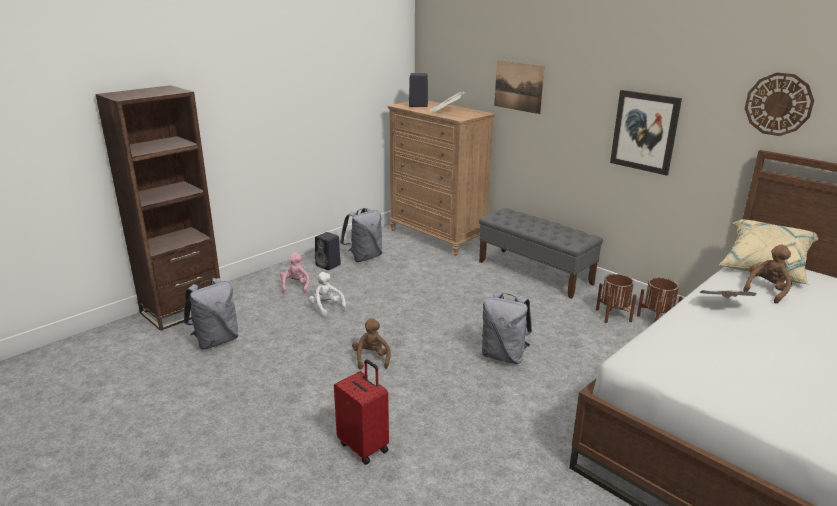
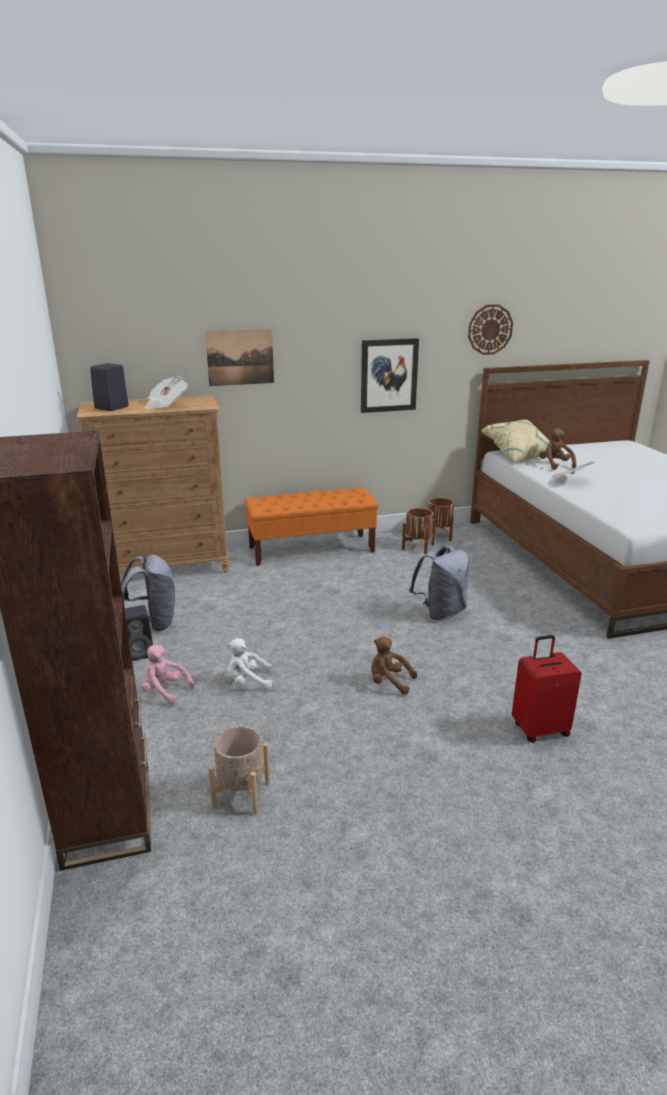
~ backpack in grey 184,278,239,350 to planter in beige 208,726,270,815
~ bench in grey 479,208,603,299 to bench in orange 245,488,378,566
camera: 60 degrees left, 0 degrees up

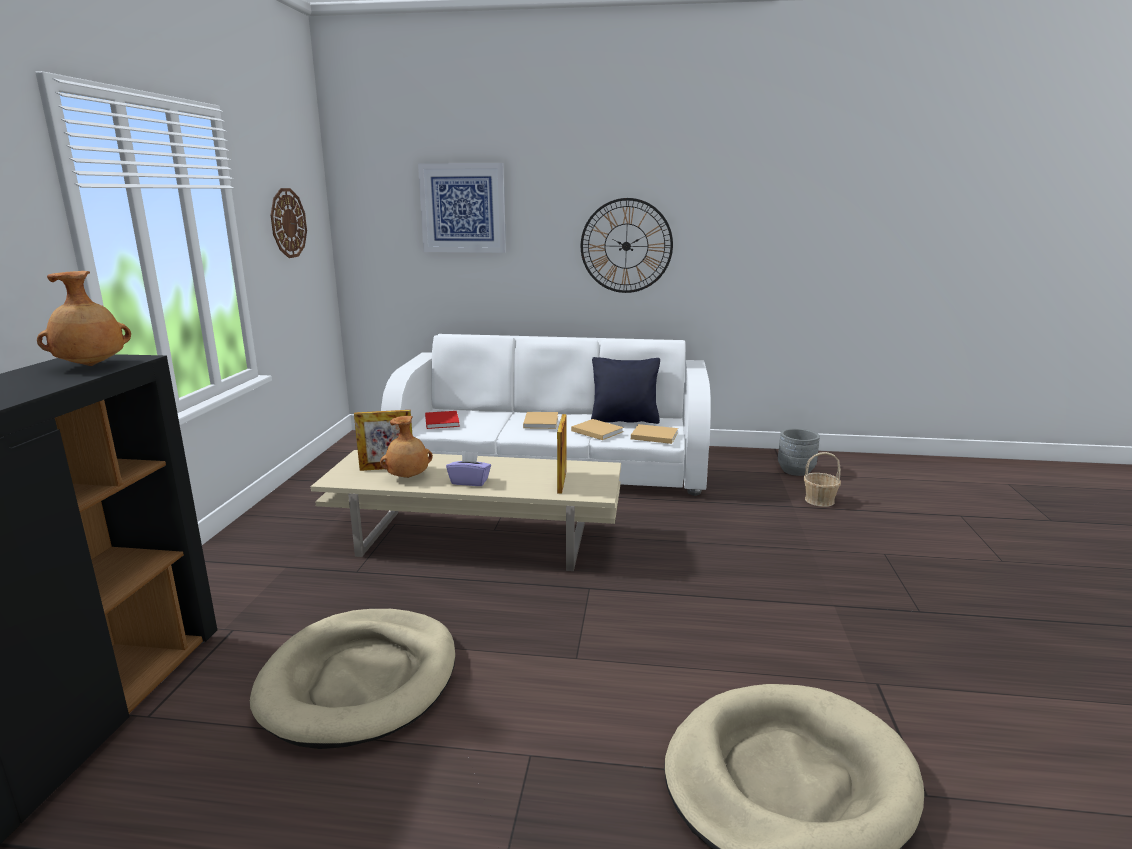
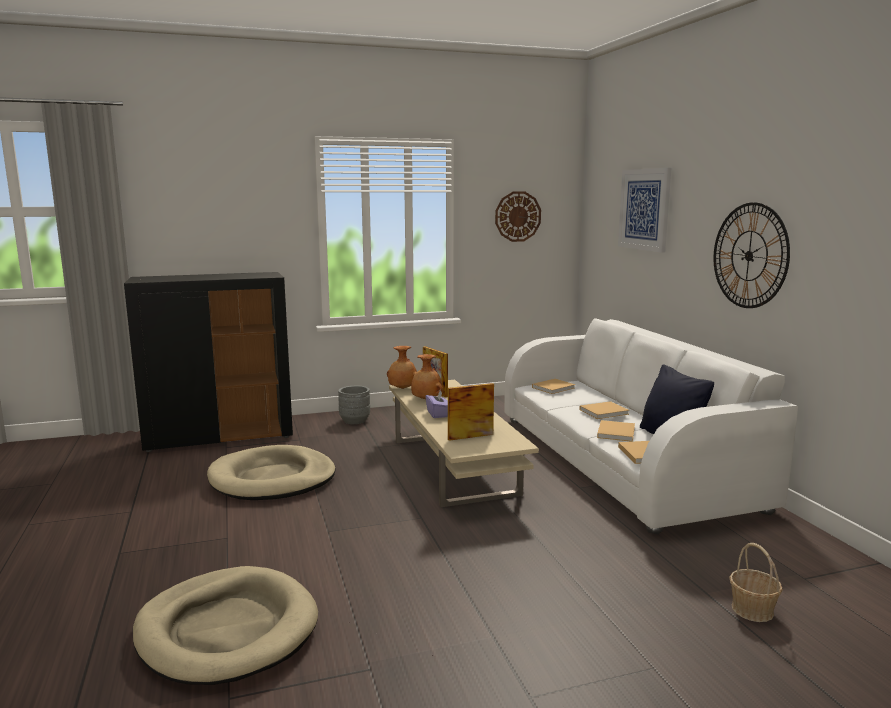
~ planter in grey 778,428,820,476 to 338,386,370,424
~ vase in brown 37,271,131,366 to 387,346,417,389
~ book in red 425,411,460,429 to book in beige 532,379,575,394
camera: 65 degrees right, 5 degrees down

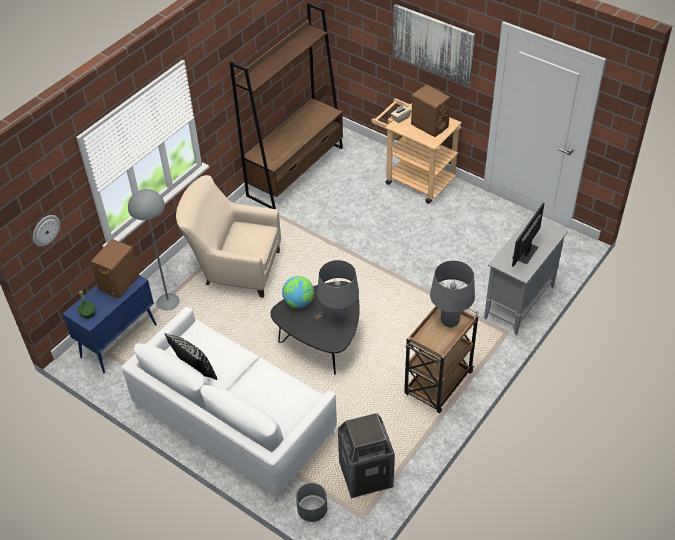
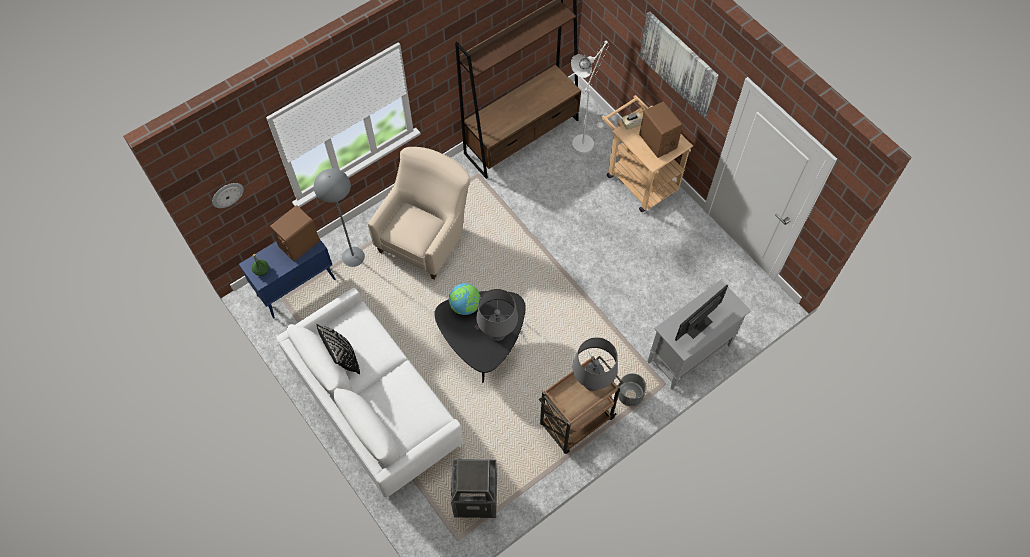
~ armchair in beige 176,175,281,298 = 368,147,470,280 90 degrees clockwise
+ floor lamp in white 571,40,609,153
~ planter in grey 296,483,327,522 to 618,373,647,406
camera: 15 degrees right, 15 degrees up

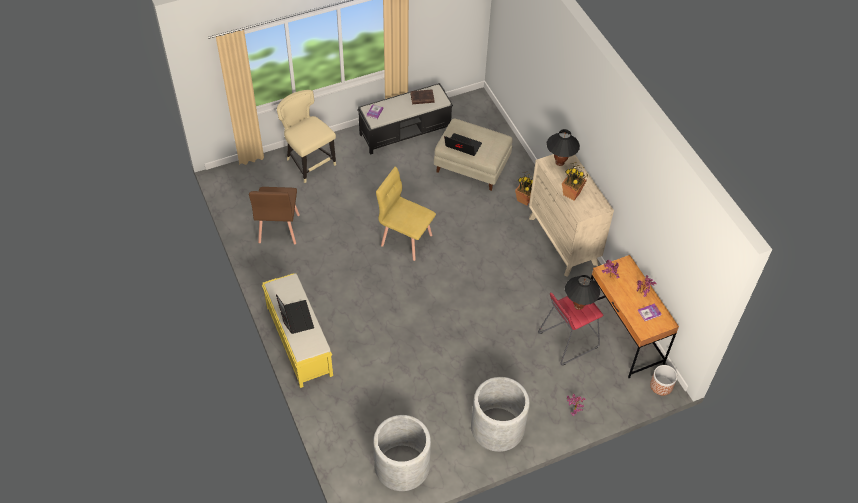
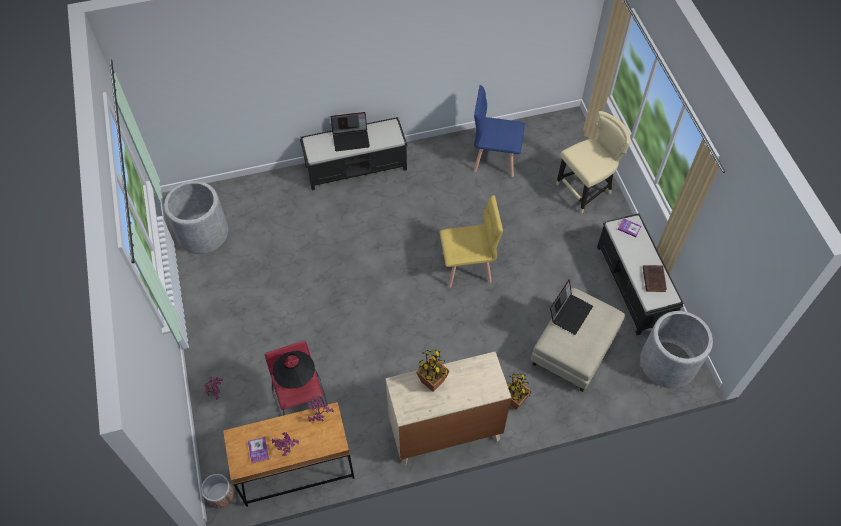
~ bench in yellow 262,273,333,388 to bench in black 300,117,408,190
~ chair in yellow 376,167,436,261 = 439,195,503,288 45 degrees clockwise
~ chair in brown 249,187,300,244 to chair in blue 474,85,525,177
~ planter in grey 471,377,530,452 to 640,311,713,388
- table lamp in black 546,129,580,166
camera: 100 degrees right, 5 degrees up

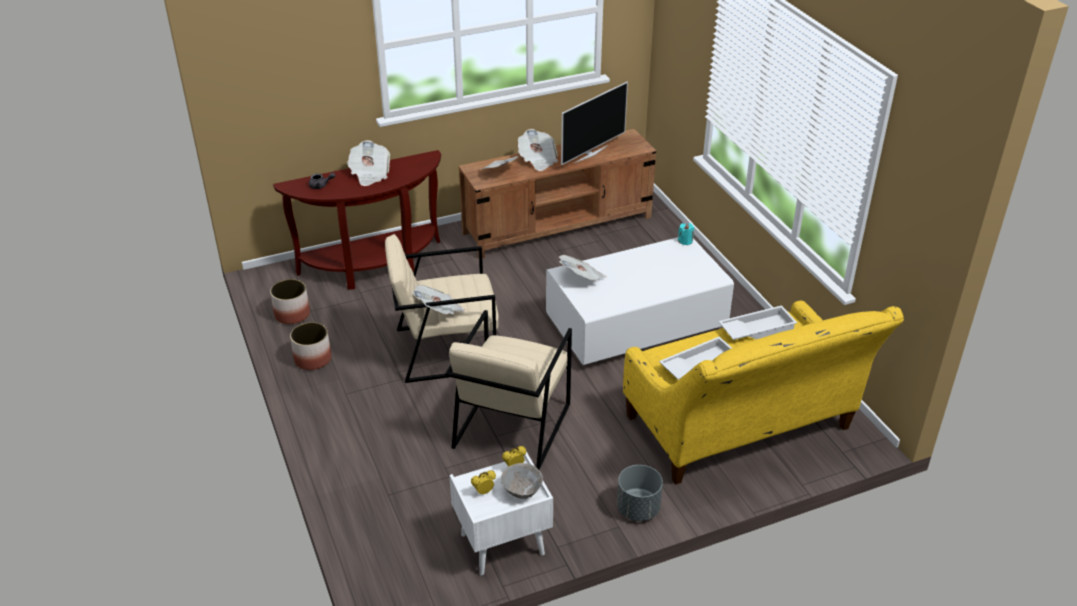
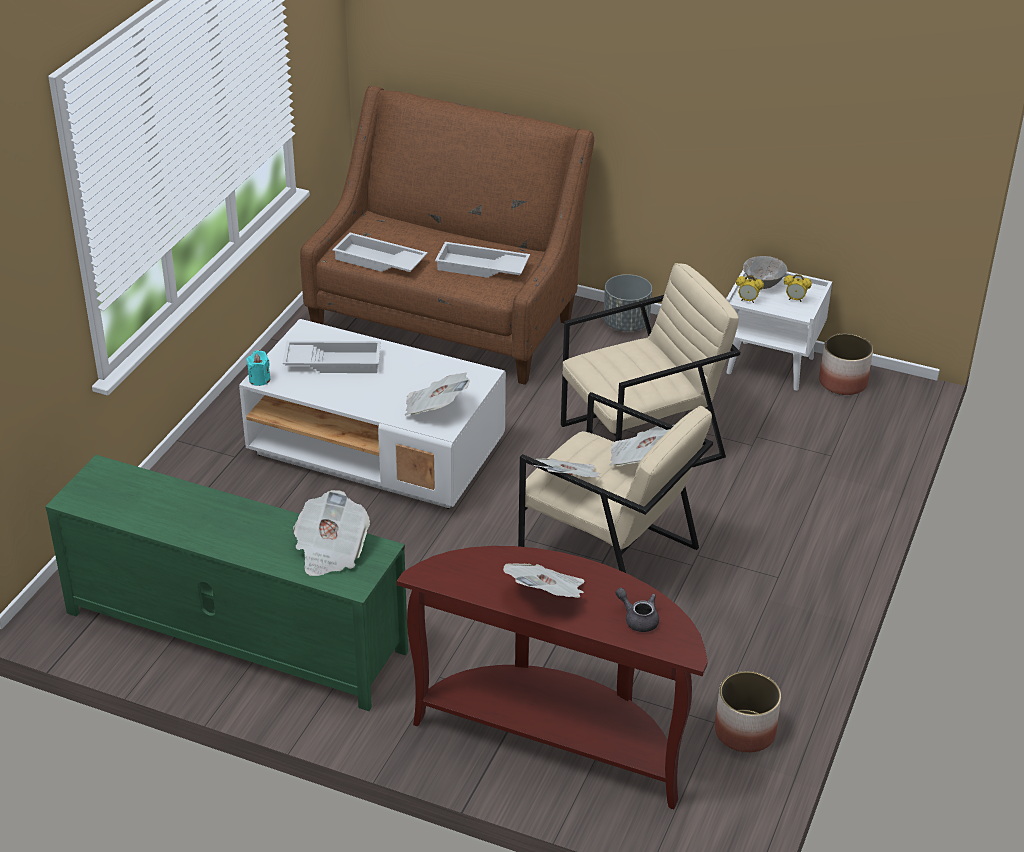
~ tv stand in brown 459,129,656,259 to tv stand in green 45,455,408,711
+ tray in white 283,341,381,373
~ sofa in yellow 623,301,904,485 to sofa in brown 300,86,594,385
~ newspaper 518,129,558,171 to 533,458,600,478
~ planter 290,322,332,370 to 819,333,873,395
- television 561,82,628,165
camera: 135 degrees left, 0 degrees up

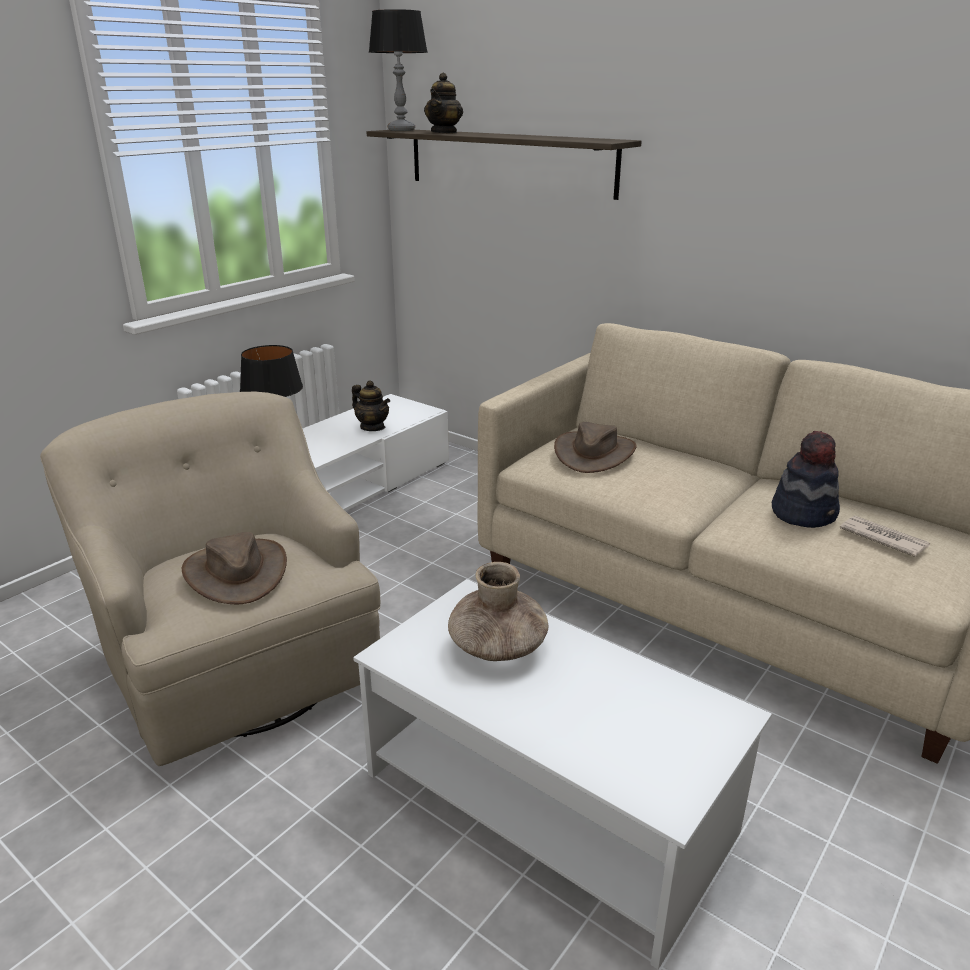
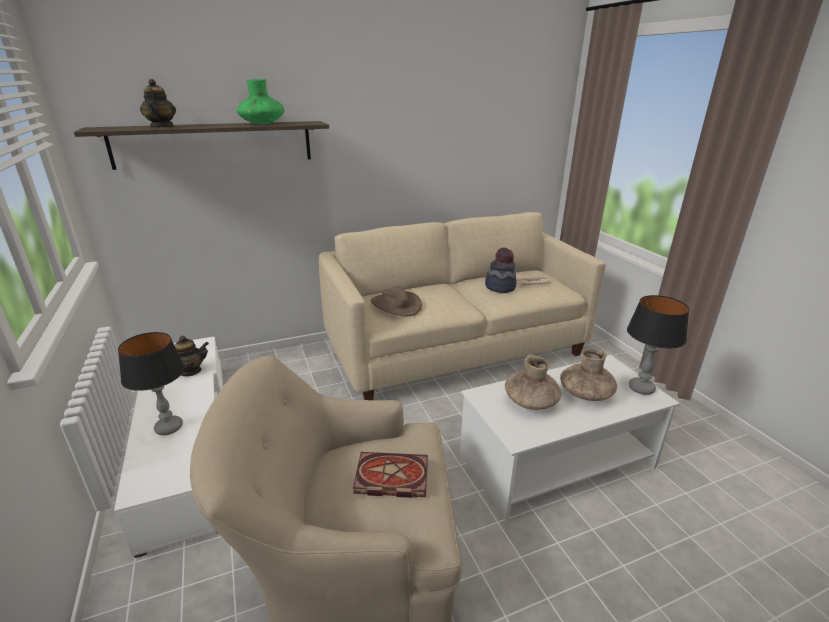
~ teapot 424,73,463,134 = 140,79,176,128 150 degrees counterclockwise
+ vase in green 237,79,285,125
~ hat in brown 182,532,287,604 to book 353,452,428,498
+ vase in brown 560,349,617,401
~ table lamp 369,9,428,131 to 627,295,689,395
camera: 60 degrees left, 0 degrees up

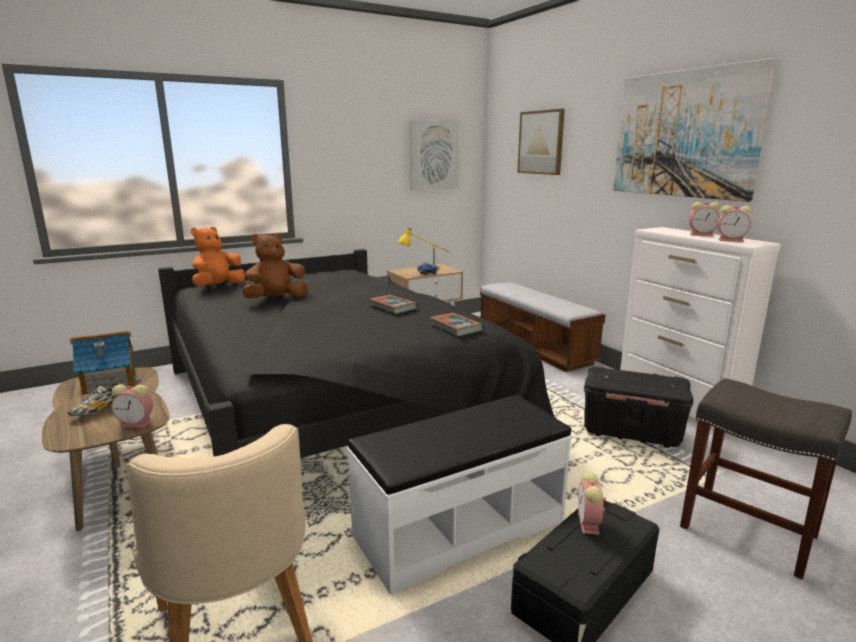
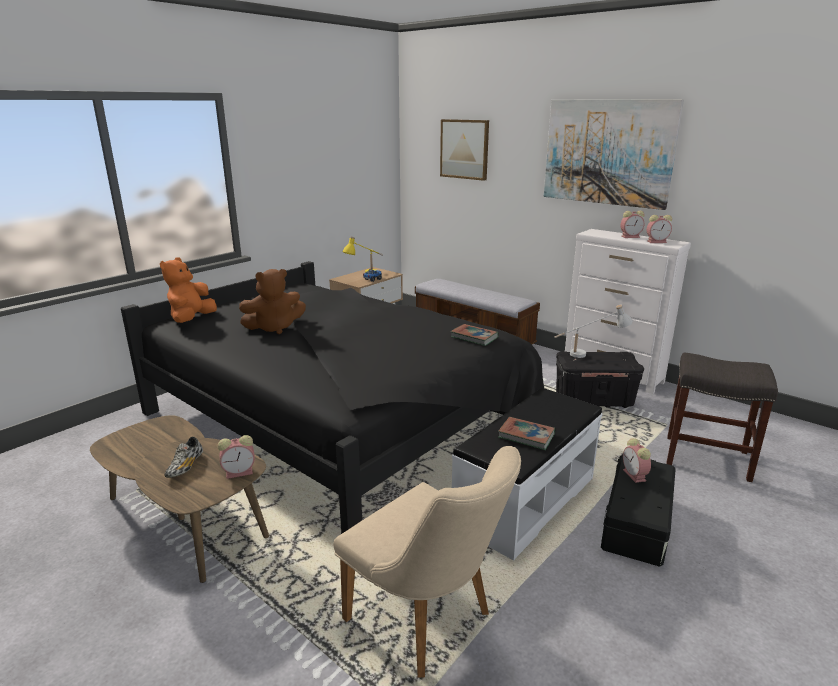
~ plush toy in brown 242,234,308,298 = 239,269,306,334 150 degrees counterclockwise
~ book 369,295,417,314 to 498,417,555,450
+ table lamp in white 554,305,633,358
- toy house 70,330,142,395
- picture 409,120,459,190
camera: 20 degrees left, 5 degrees up

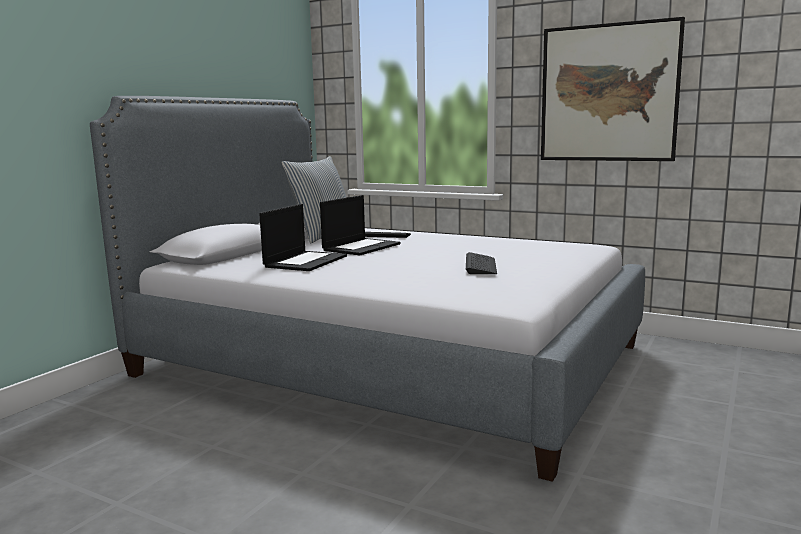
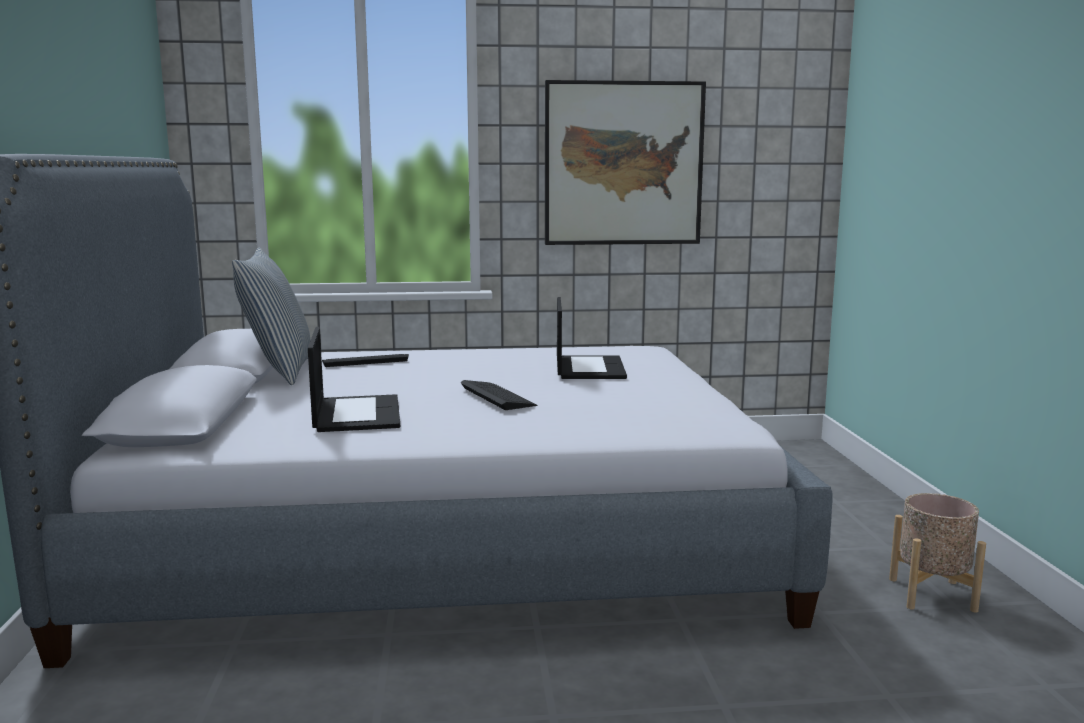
~ keyboard 466,252,497,274 to 461,380,538,410
~ laptop 320,195,400,256 to 557,297,627,379
+ planter in beige 889,493,986,613
camera: 35 degrees left, 0 degrees up

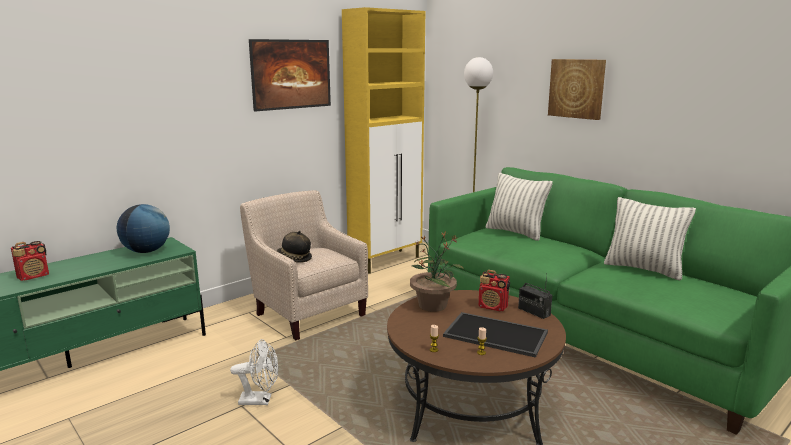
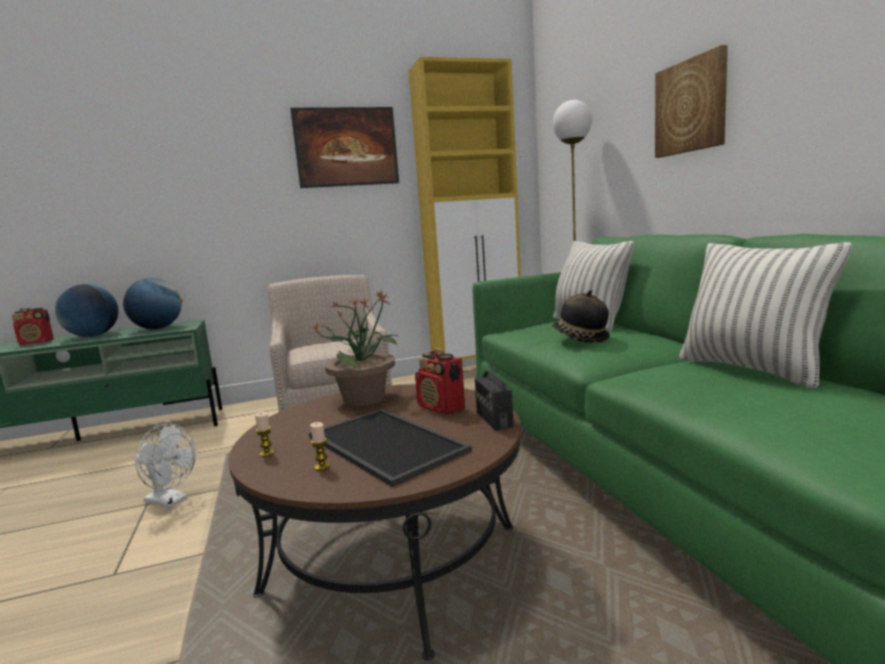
+ globe 55,284,118,337
~ hat 277,230,312,263 to 552,290,610,343
camera: 25 degrees right, 5 degrees down

